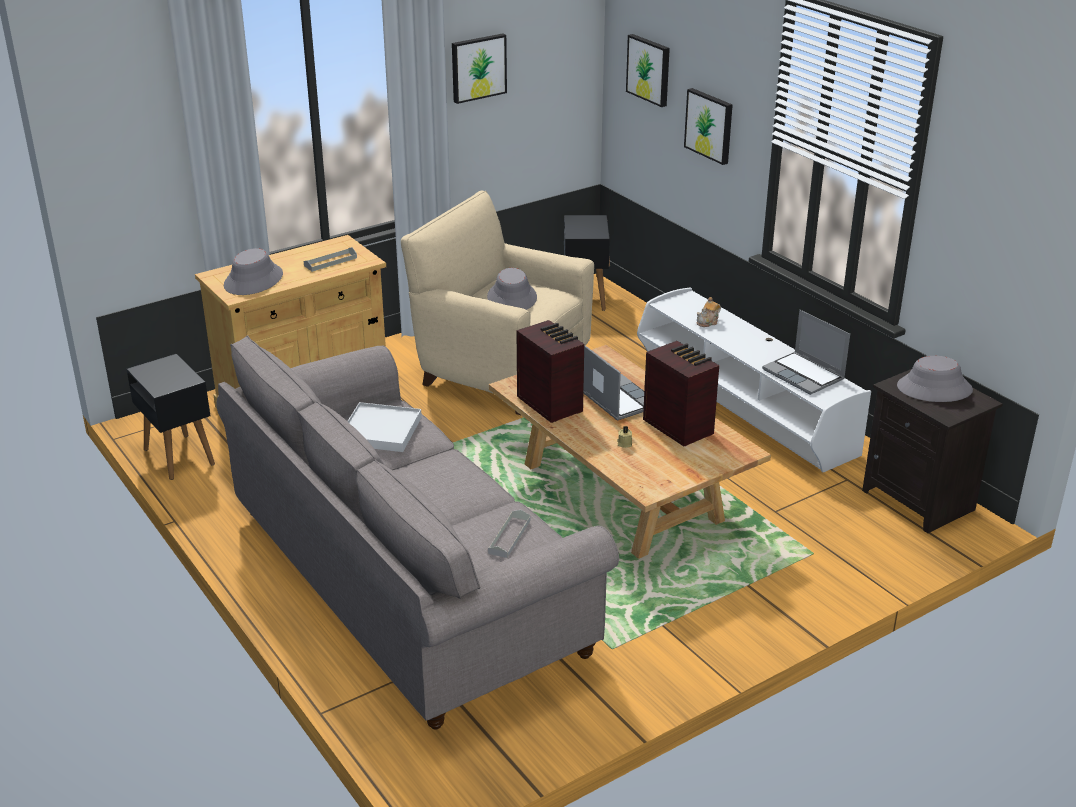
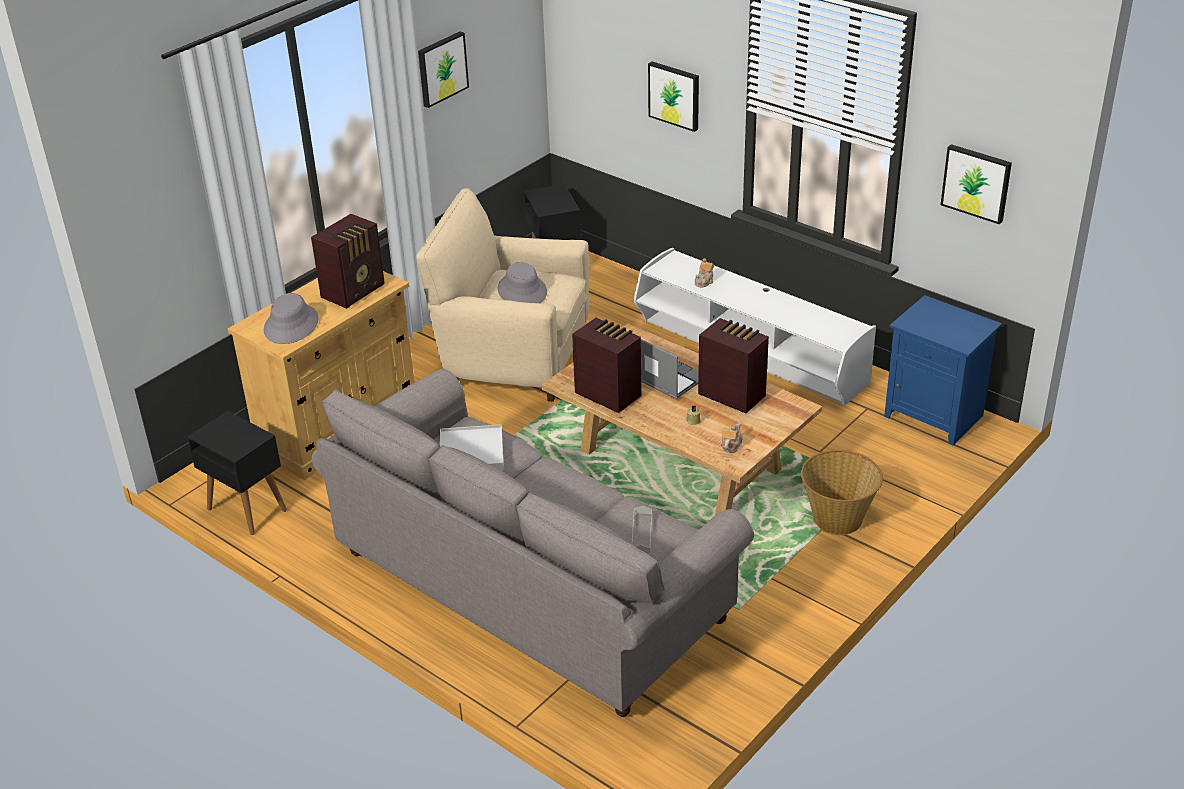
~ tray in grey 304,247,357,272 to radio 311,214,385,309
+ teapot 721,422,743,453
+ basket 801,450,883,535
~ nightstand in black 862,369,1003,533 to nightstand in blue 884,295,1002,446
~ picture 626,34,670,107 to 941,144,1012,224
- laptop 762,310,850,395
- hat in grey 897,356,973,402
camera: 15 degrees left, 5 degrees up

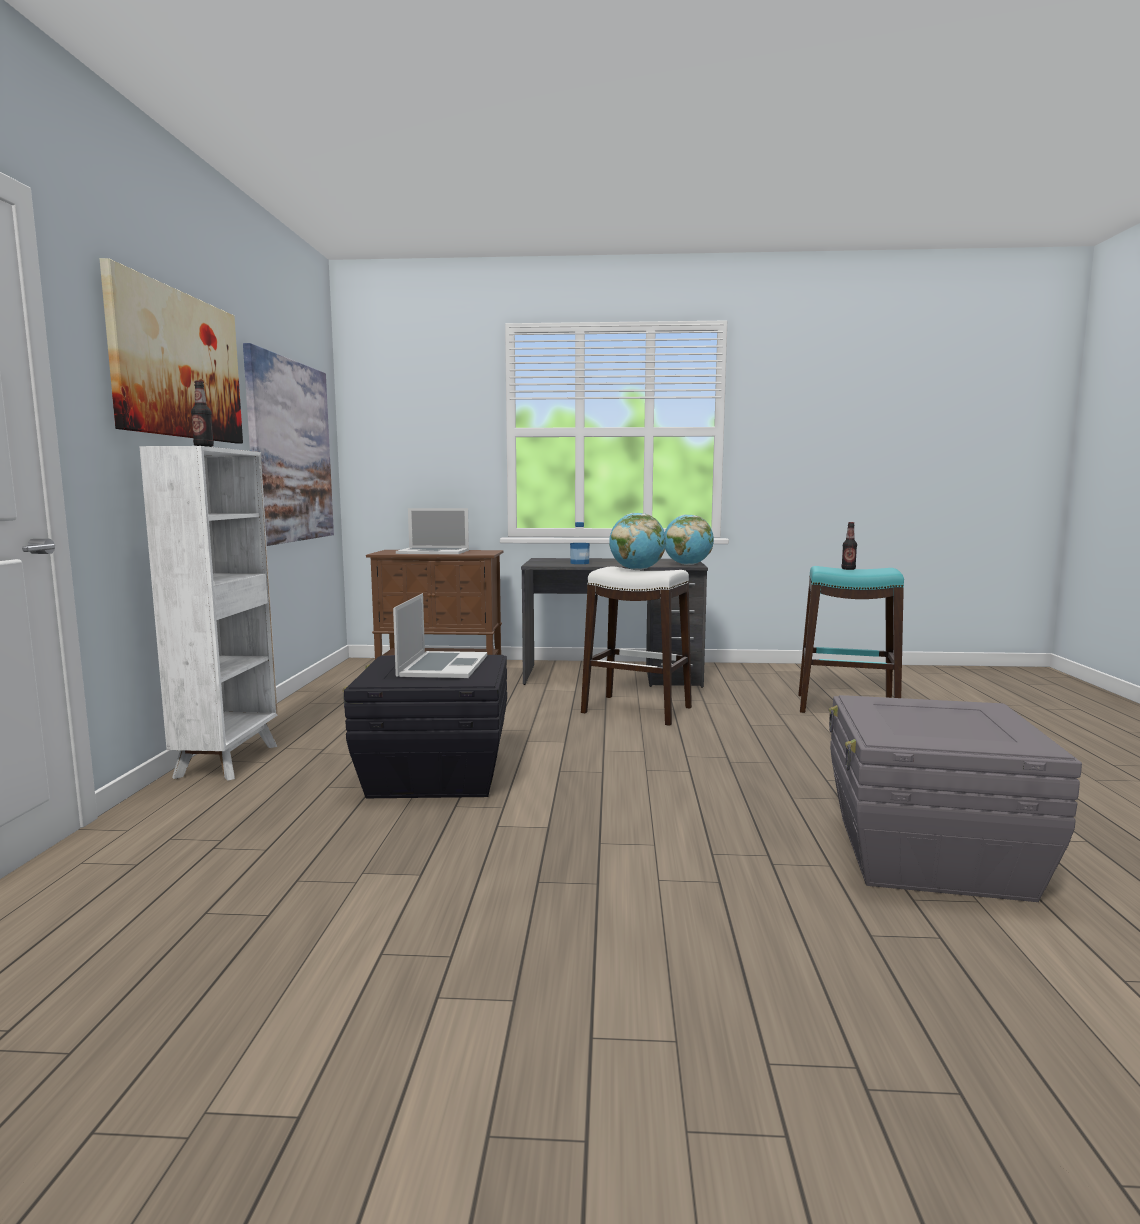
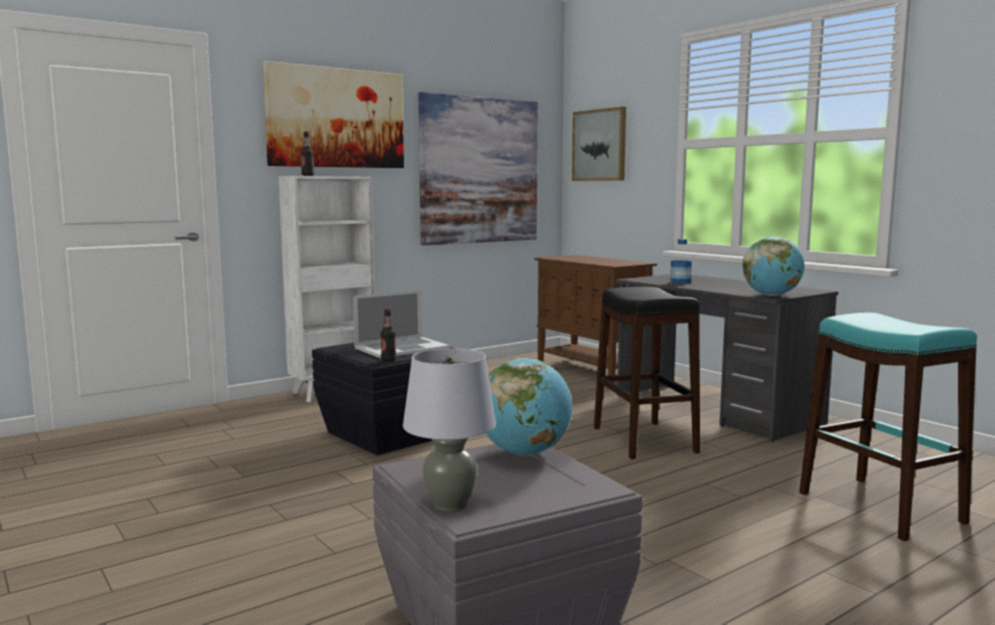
~ bottle 841,522,857,570 to 381,309,396,362
+ table lamp in grey 403,348,496,512
~ globe 609,513,666,570 to 486,358,572,456
+ picture 572,107,626,181
~ stool in white 581,567,692,726 to stool in black 594,287,700,459
- laptop 396,508,469,554
camera: 50 degrees right, 0 degrees up

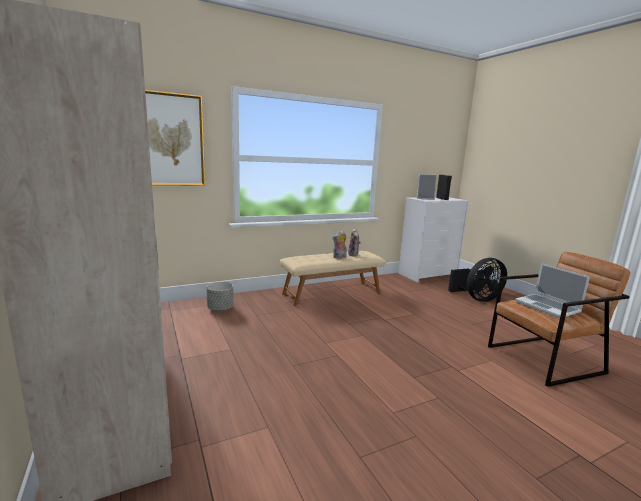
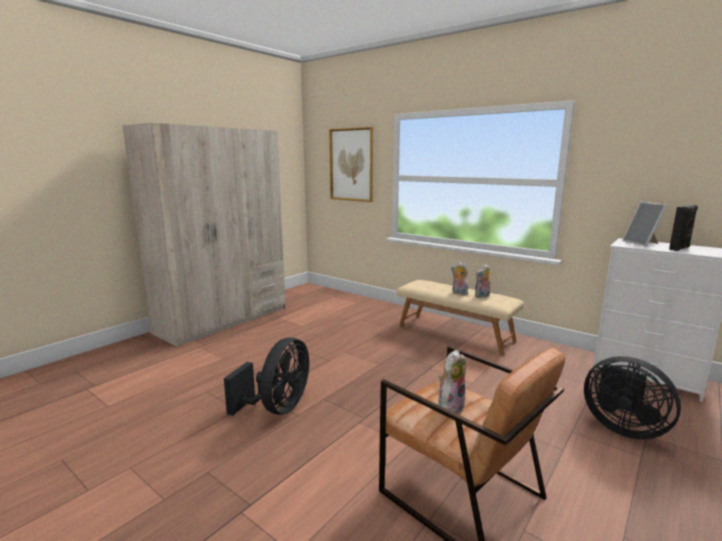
+ fan in black 224,337,309,416
~ laptop 515,263,590,318 to plush toy 439,349,466,414
- planter in grey 206,282,234,311
camera: 65 degrees right, 0 degrees up

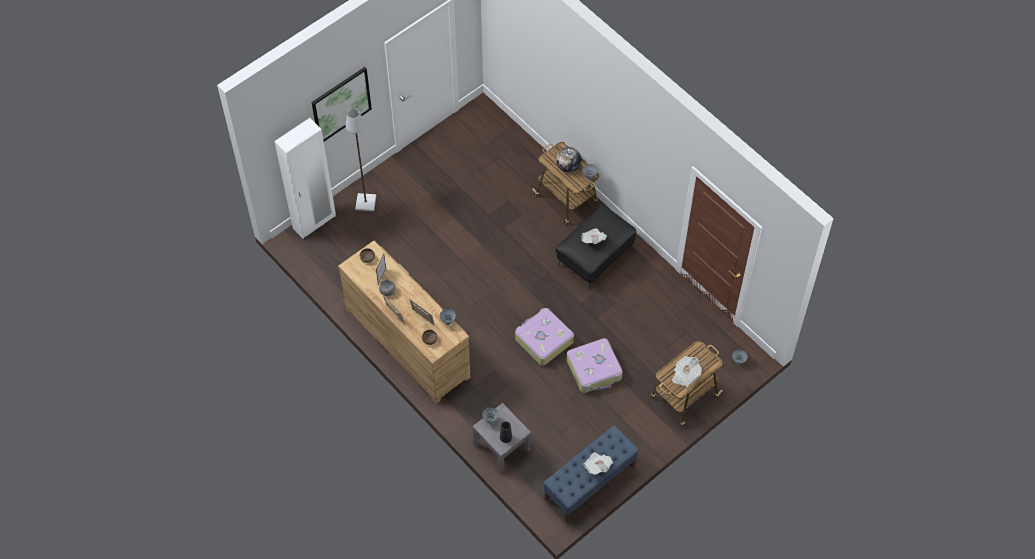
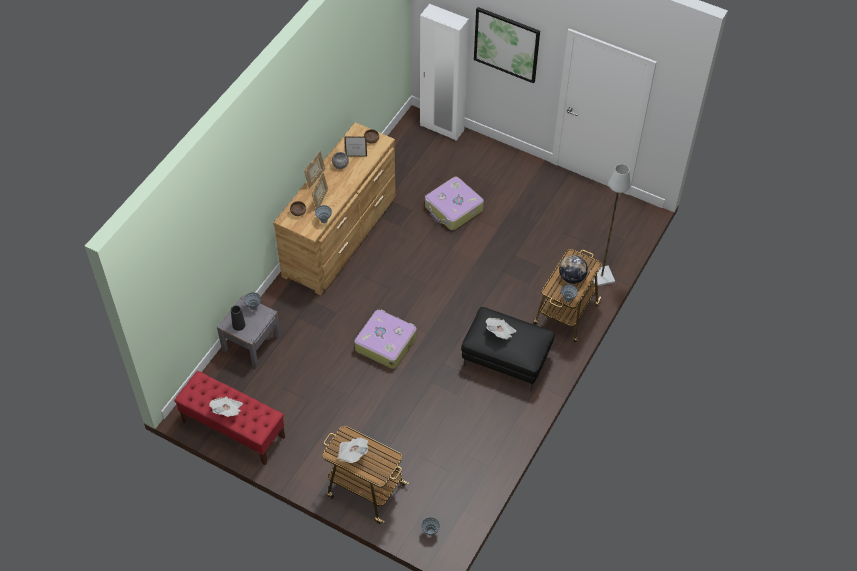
~ bench in blue 543,425,639,523 to bench in red 174,371,285,465
~ suitcase 566,338,623,393 to 425,177,484,230
~ floor lamp in grey 346,108,376,211 to 589,164,630,286
camera: 70 degrees right, 5 degrees down

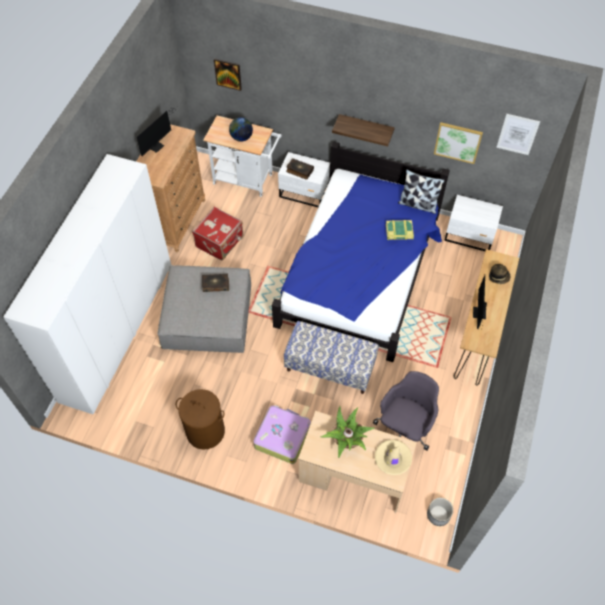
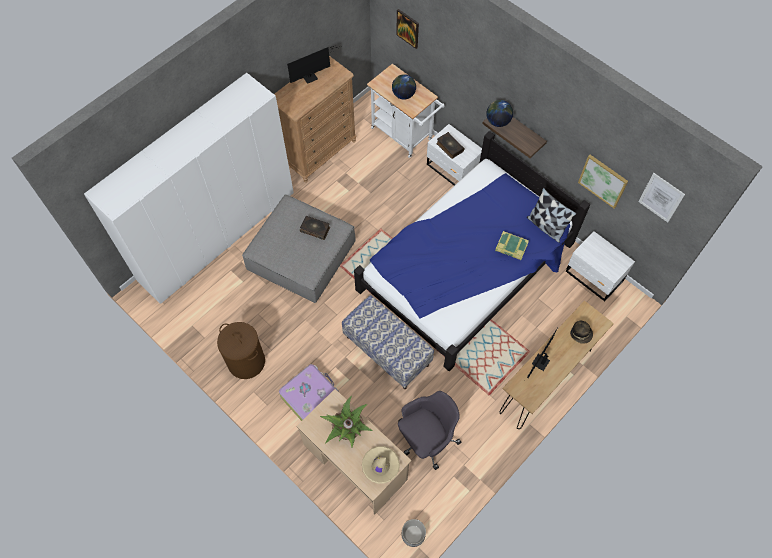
+ globe 486,100,513,127
- suitcase in red 192,206,243,260
camera: 25 degrees right, 5 degrees up

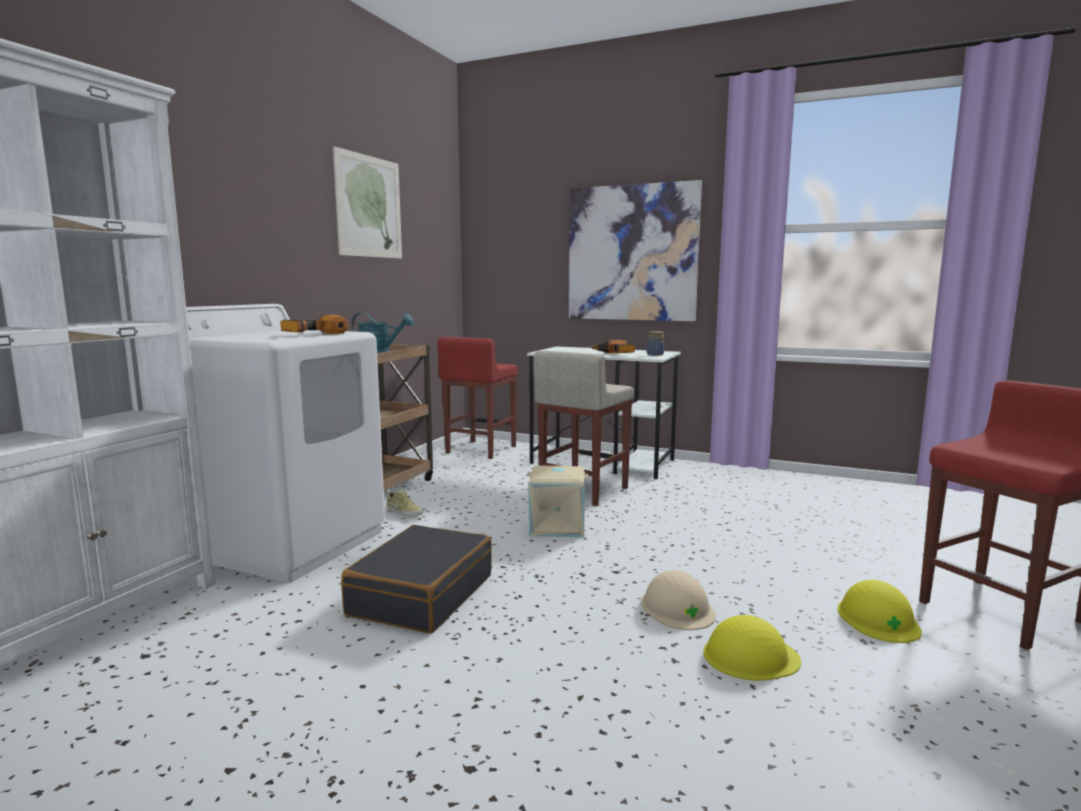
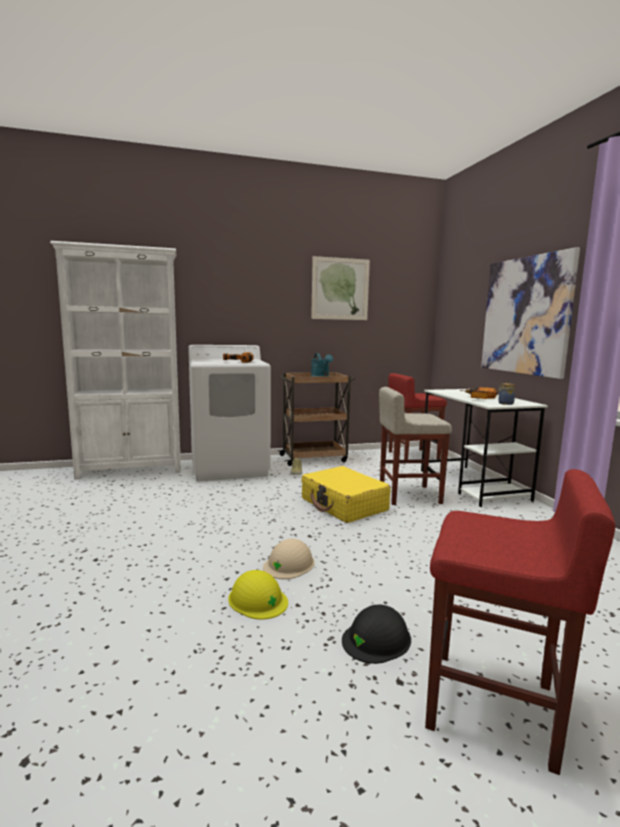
~ storage box in beige 527,465,589,537 to suitcase in yellow 301,466,391,523
~ hard hat in yellow 838,580,922,643 to hard hat in black 342,604,411,664
- suitcase in black 341,525,492,634
camera: 50 degrees right, 0 degrees up

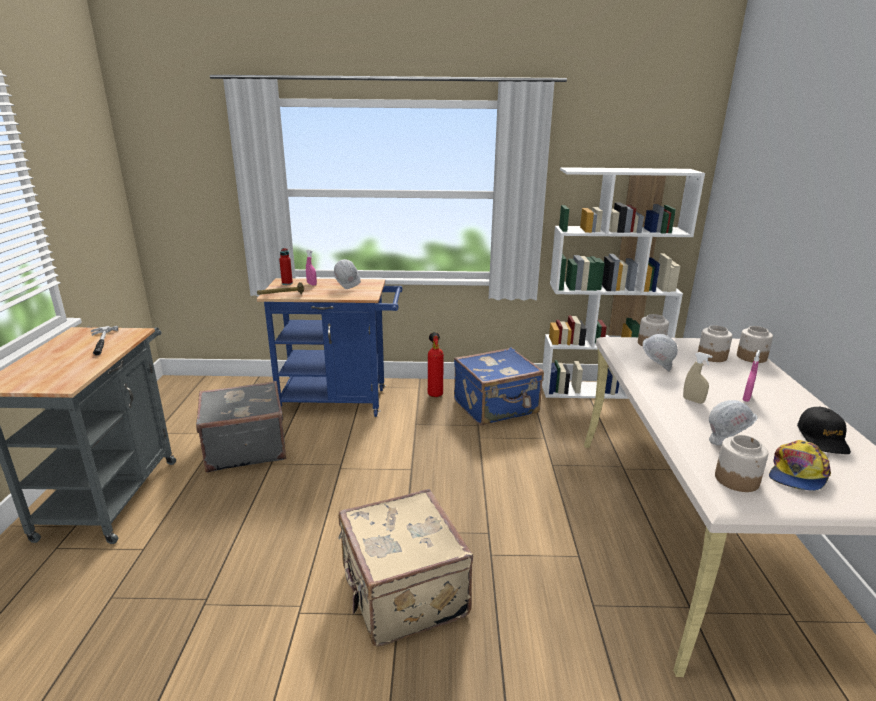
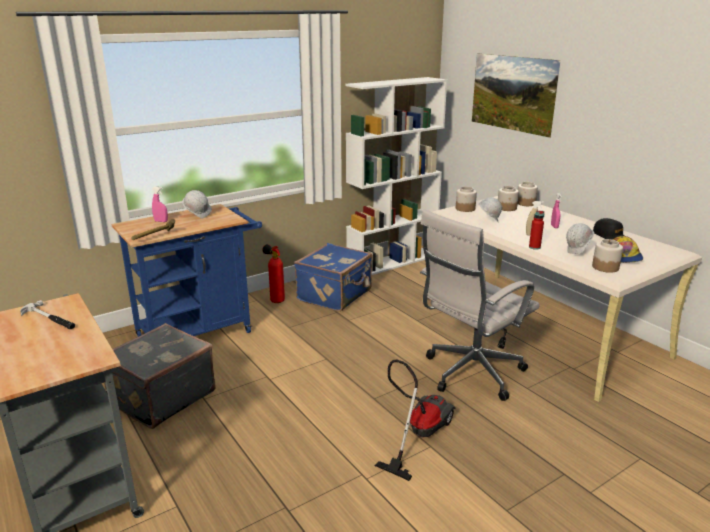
~ suitcase in beige 338,489,473,646 to vacuum cleaner 375,359,455,481
+ office chair in white 420,210,540,401
+ picture 472,53,561,138
~ bottle in red 279,248,293,285 to 529,211,544,250
camera: 35 degrees left, 0 degrees up

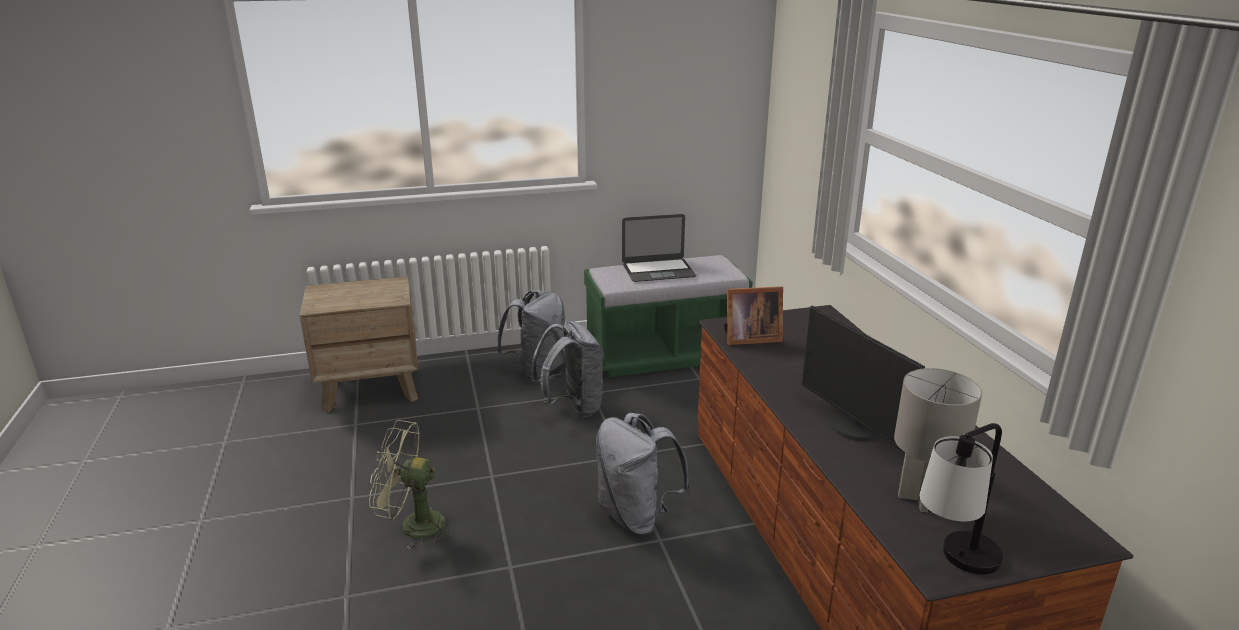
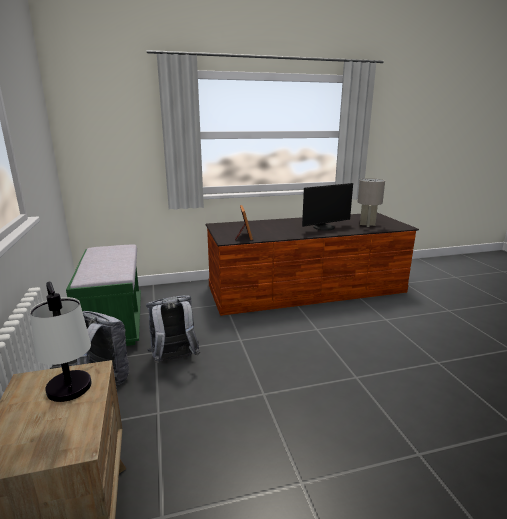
~ table lamp 920,423,1003,575 to 30,282,91,402
- fan in green 369,420,454,549
- backpack in grey 596,413,691,535
- laptop 622,214,696,282
camera: 90 degrees left, 5 degrees down

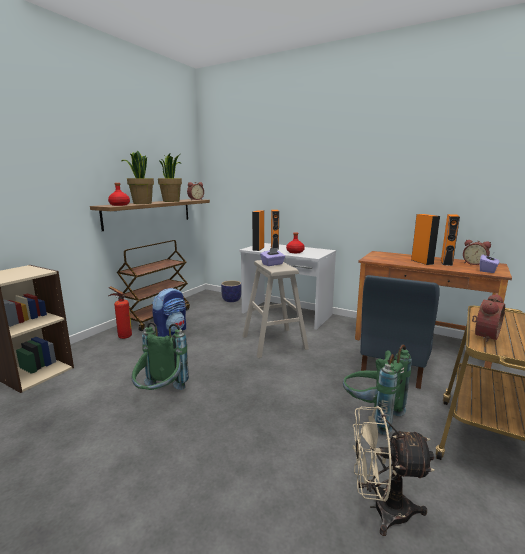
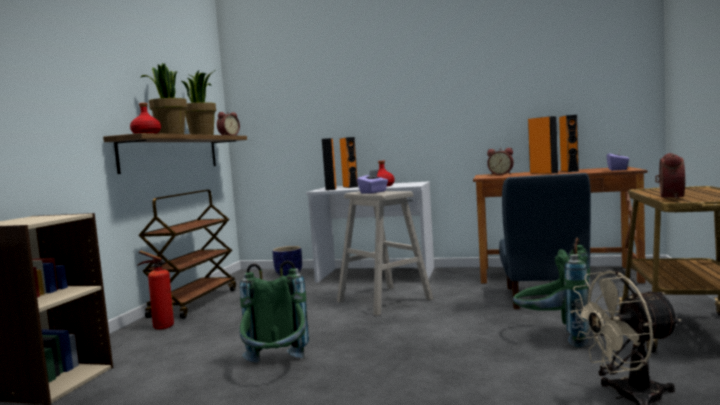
~ alarm clock 463,240,491,265 to 487,148,514,175
- backpack 152,288,186,337
camera: 15 degrees left, 10 degrees down

